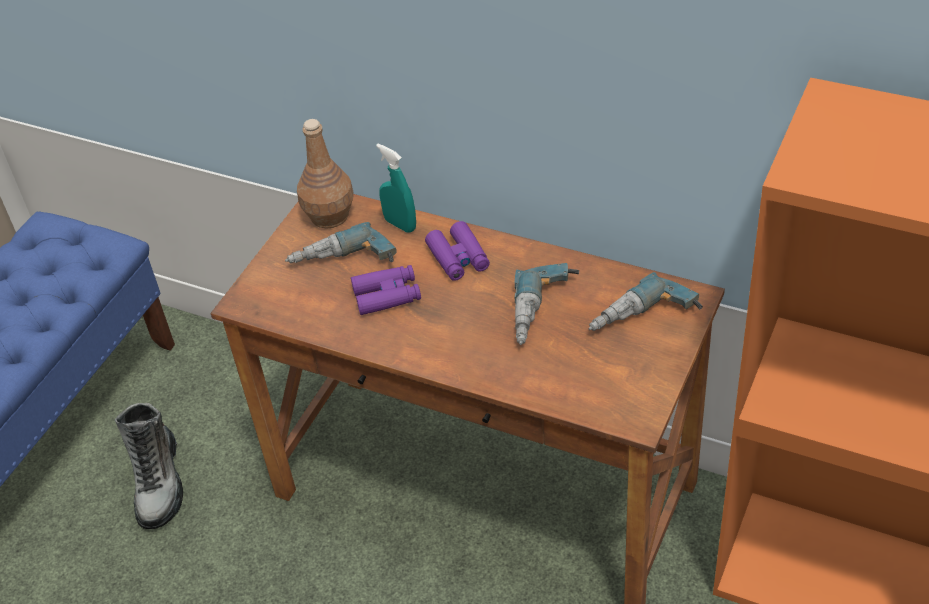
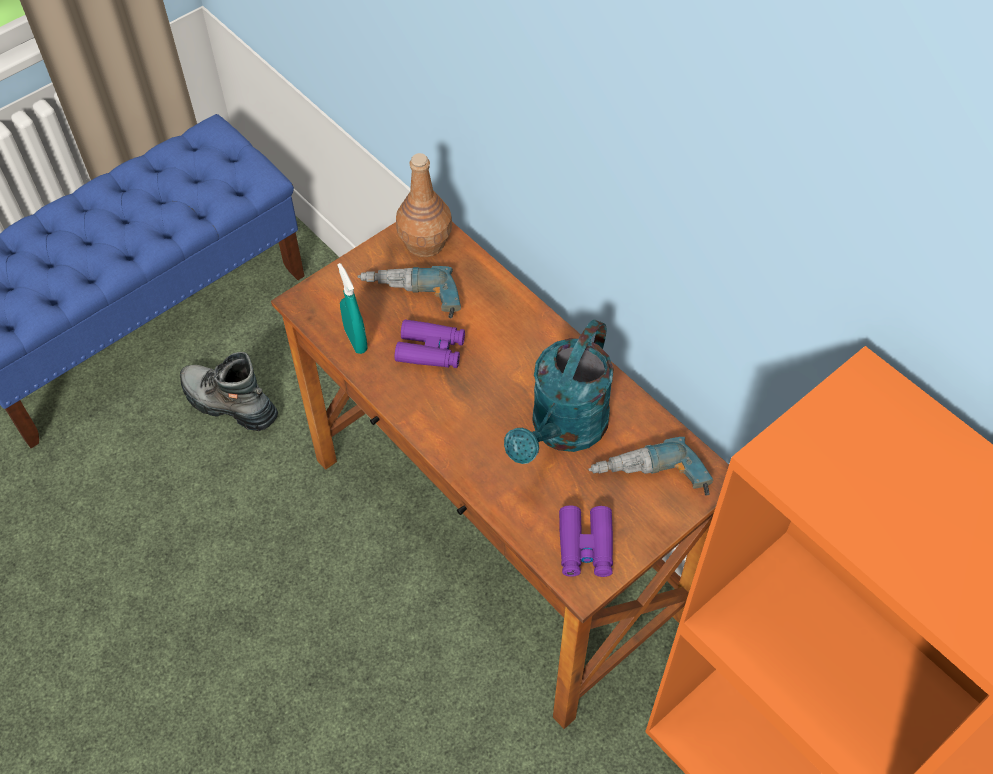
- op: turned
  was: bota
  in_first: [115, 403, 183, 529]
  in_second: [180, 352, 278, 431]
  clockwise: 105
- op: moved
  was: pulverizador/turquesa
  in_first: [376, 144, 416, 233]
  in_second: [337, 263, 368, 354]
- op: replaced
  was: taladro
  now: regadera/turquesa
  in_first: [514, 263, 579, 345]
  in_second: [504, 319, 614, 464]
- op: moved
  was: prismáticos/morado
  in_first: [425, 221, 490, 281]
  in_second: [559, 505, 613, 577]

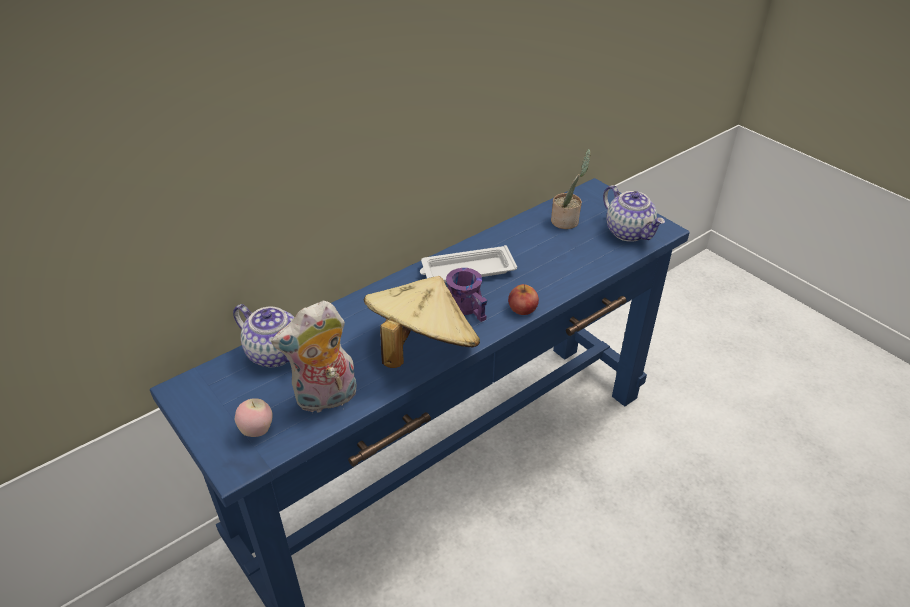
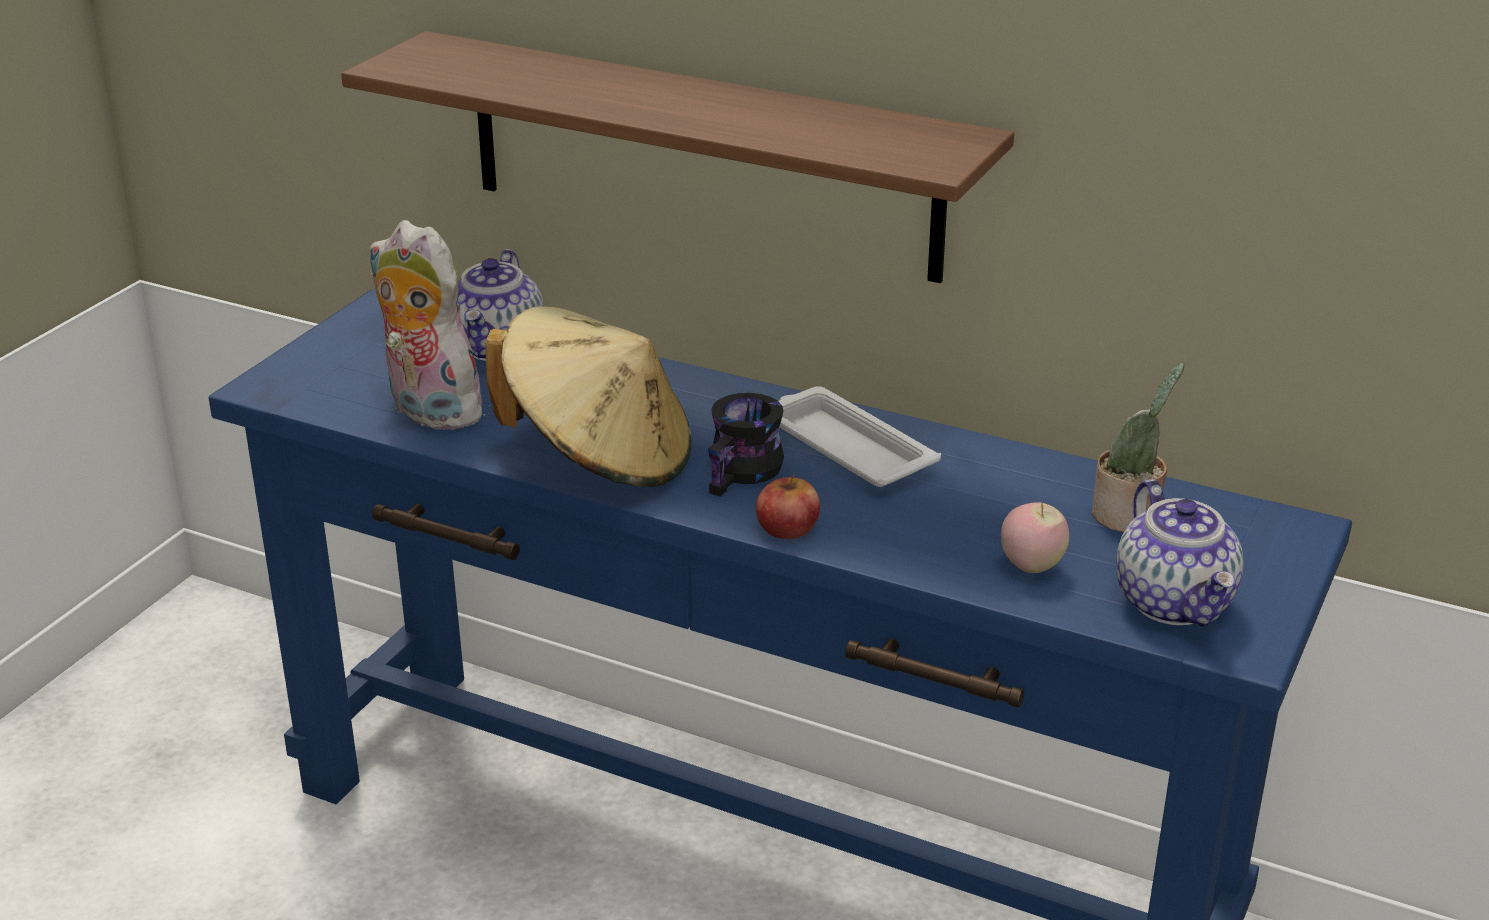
- op: added
  now: estante
  in_second: [341, 31, 1014, 283]
- op: recoloured
  was: taza grande/morado
  now: taza grande/negro
  in_first: [446, 268, 487, 322]
  in_second: [708, 393, 784, 497]
- op: moved
  was: manzana
  in_first: [235, 398, 273, 437]
  in_second: [1001, 502, 1069, 573]
- op: turned
  was: tetera
  in_first: [603, 185, 665, 242]
  in_second: [1116, 479, 1243, 627]
  clockwise: -45

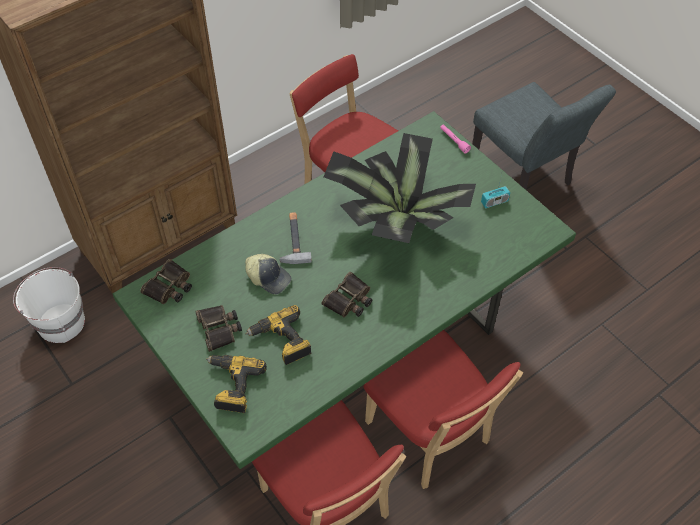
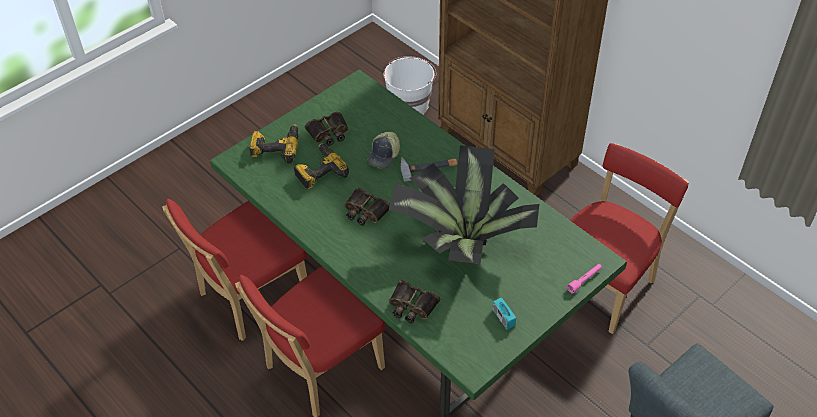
- op: moved
  was: prismáticos
  in_first: [140, 259, 192, 304]
  in_second: [389, 280, 440, 323]

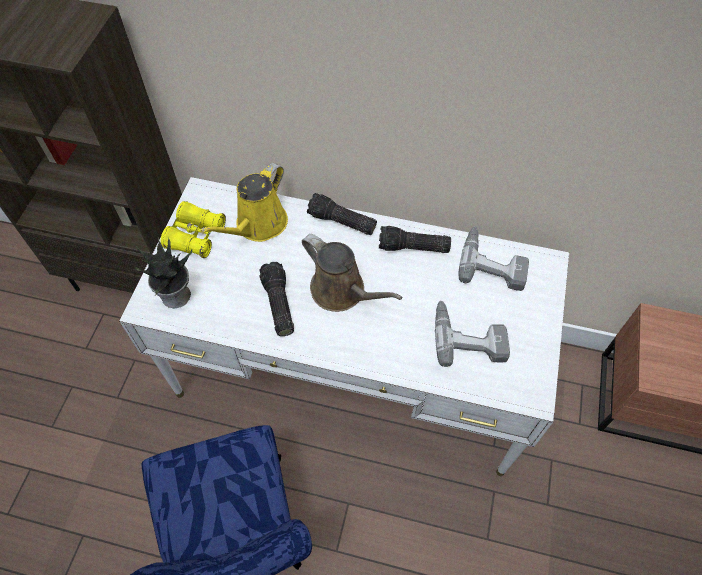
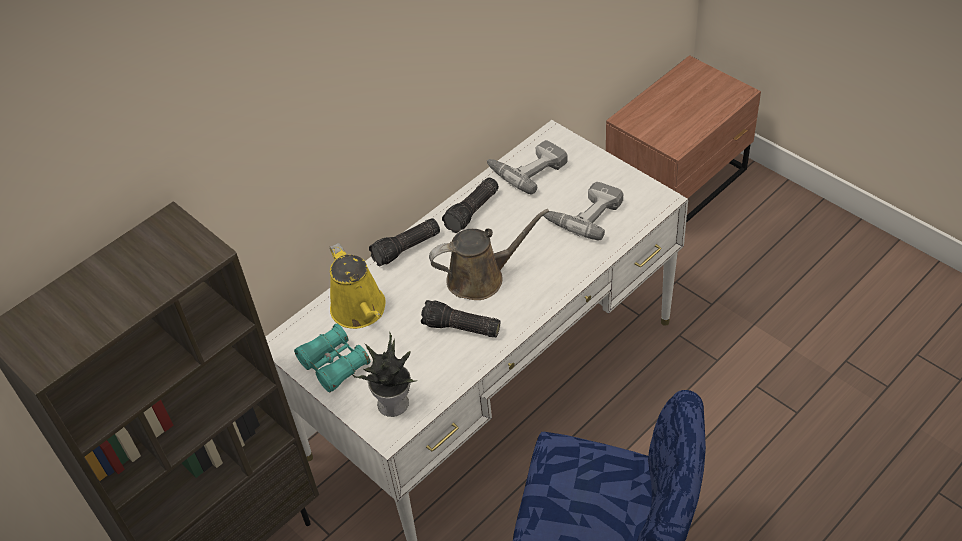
- op: recoloured
  was: prismáticos/amarillo
  now: prismáticos/turquesa
  in_first: [160, 201, 226, 258]
  in_second: [294, 324, 370, 392]

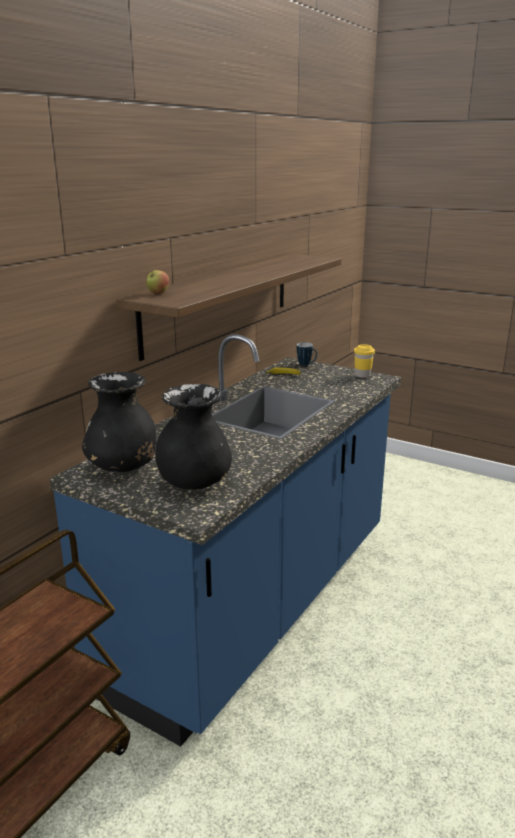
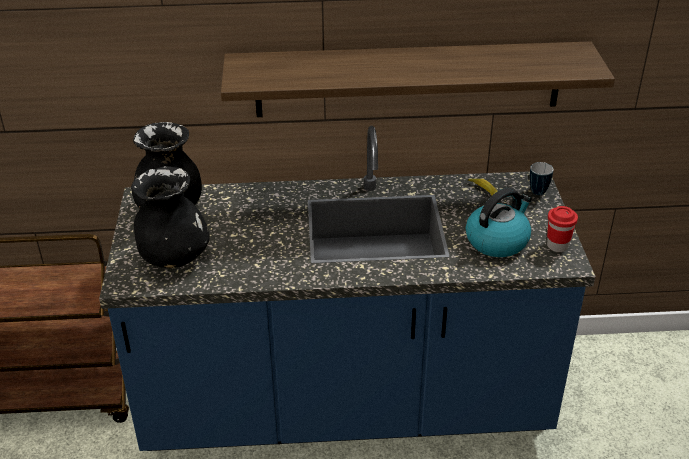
- op: added
  now: hervidor
  in_second: [466, 188, 532, 257]
- op: recoloured
  was: taza/amarillo
  now: taza/rojo
  in_first: [354, 344, 375, 378]
  in_second: [547, 206, 578, 252]
- op: removed
  was: manzana
  in_first: [146, 270, 169, 294]

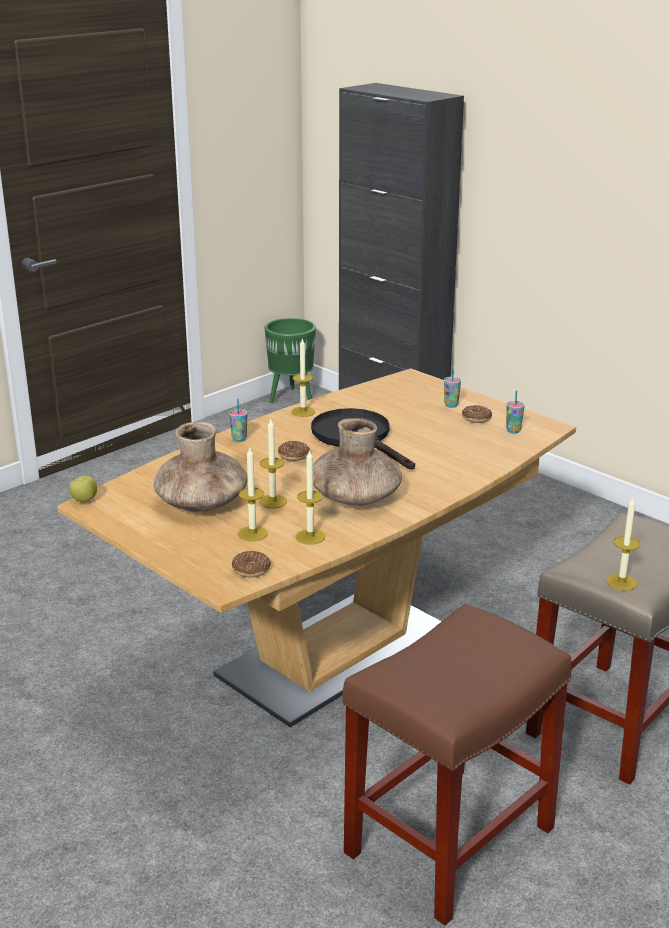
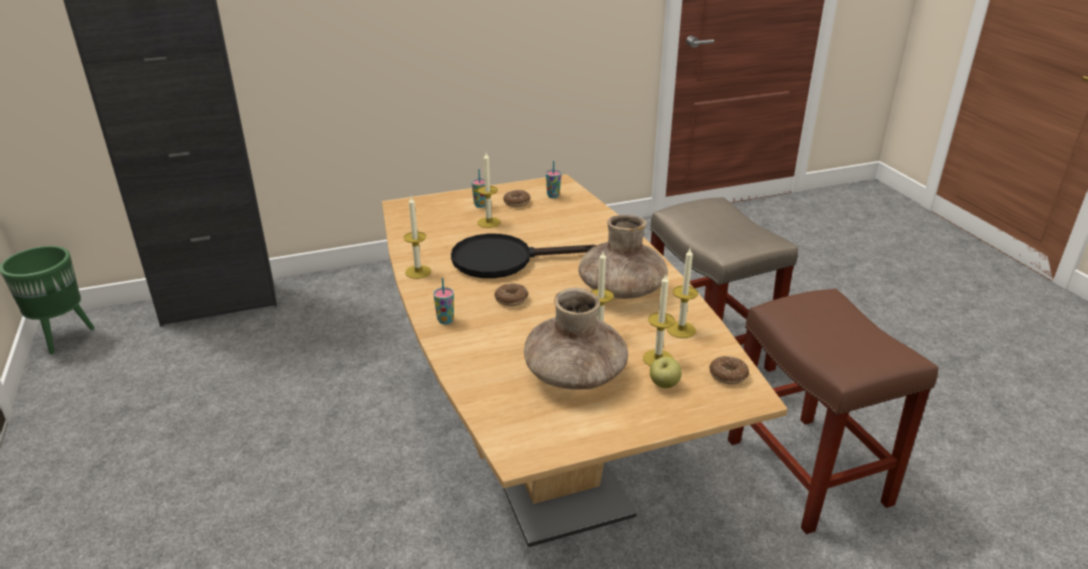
- op: moved
  was: vela
  in_first: [607, 498, 640, 591]
  in_second: [477, 153, 500, 228]
- op: moved
  was: manzana
  in_first: [69, 476, 97, 502]
  in_second: [650, 357, 682, 388]

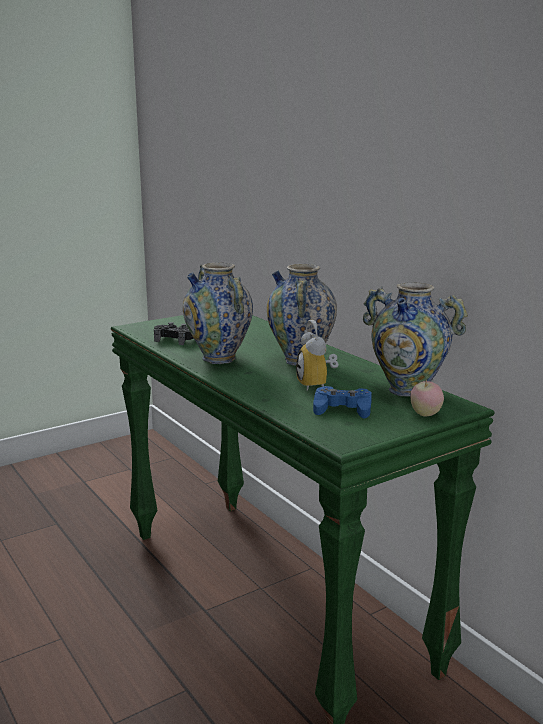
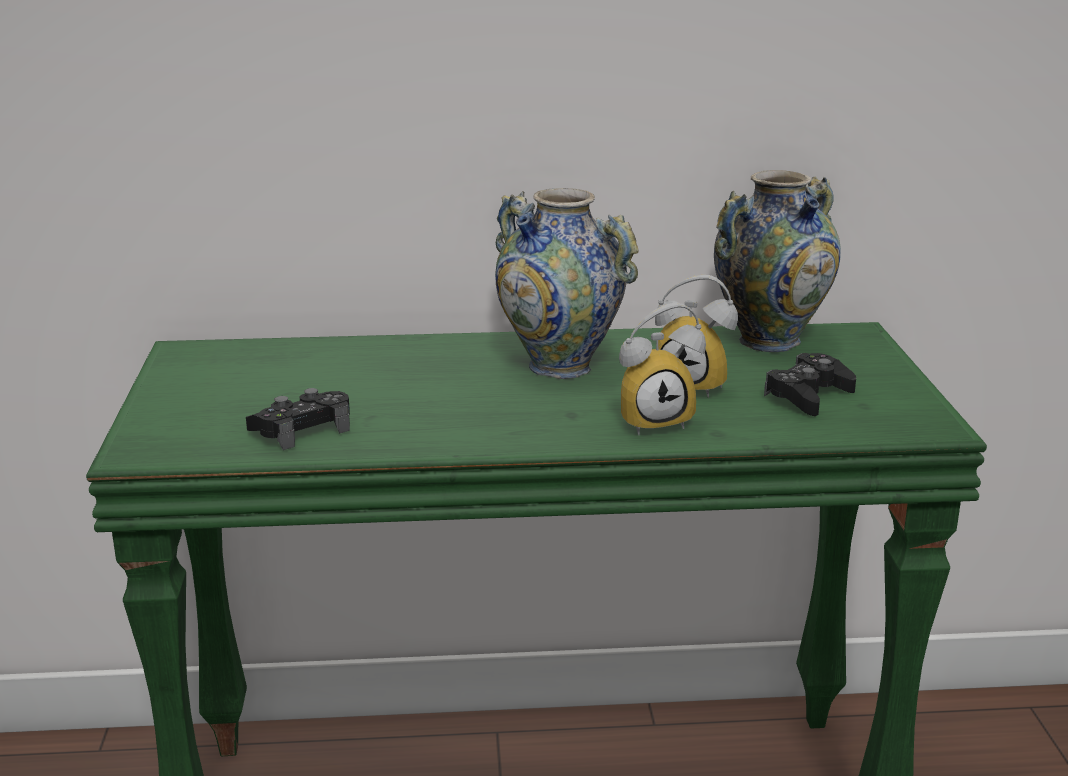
- op: added
  now: despertador
  in_second: [619, 303, 706, 435]
- op: recoloured
  was: mando de consola/azul
  now: mando de consola/negro
  in_first: [313, 386, 372, 419]
  in_second: [764, 353, 856, 416]
- op: removed
  was: florero
  in_first: [183, 263, 253, 364]
- op: removed
  was: manzana
  in_first: [410, 379, 444, 416]

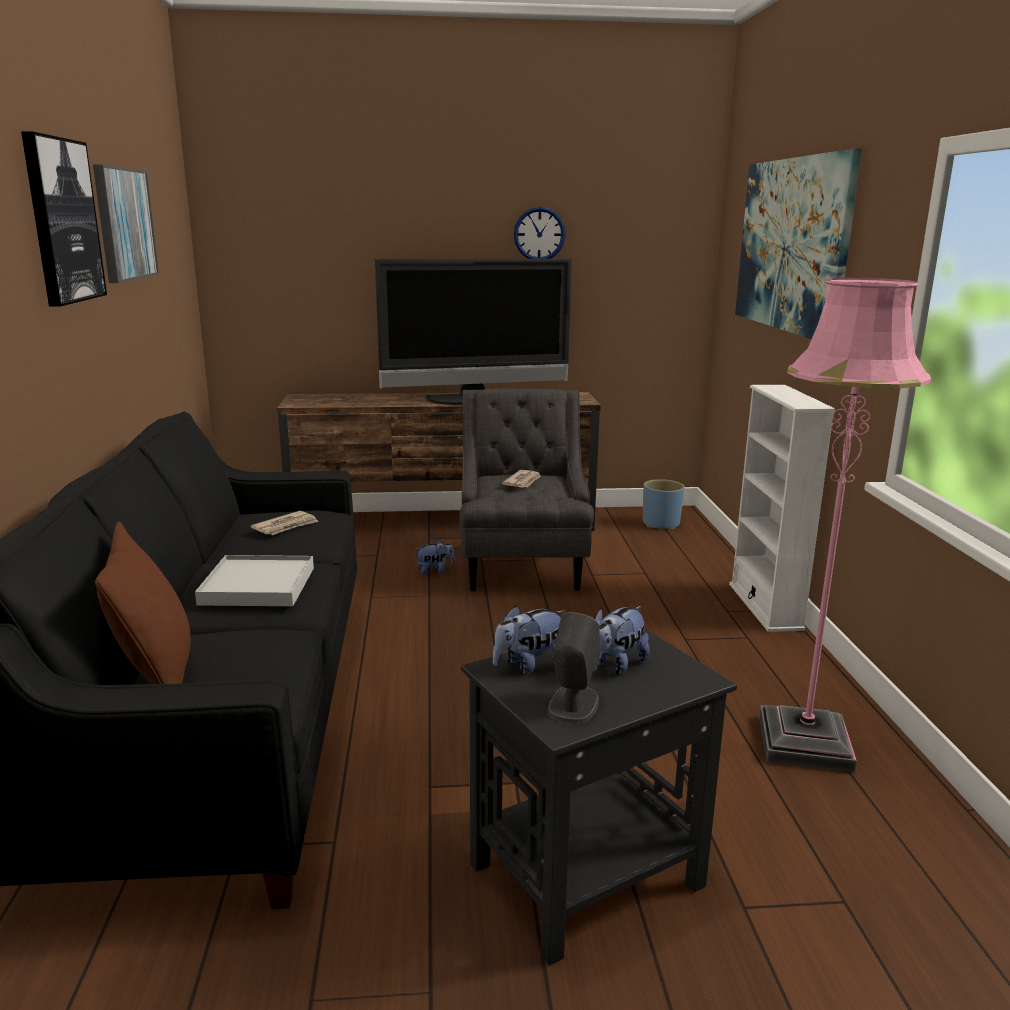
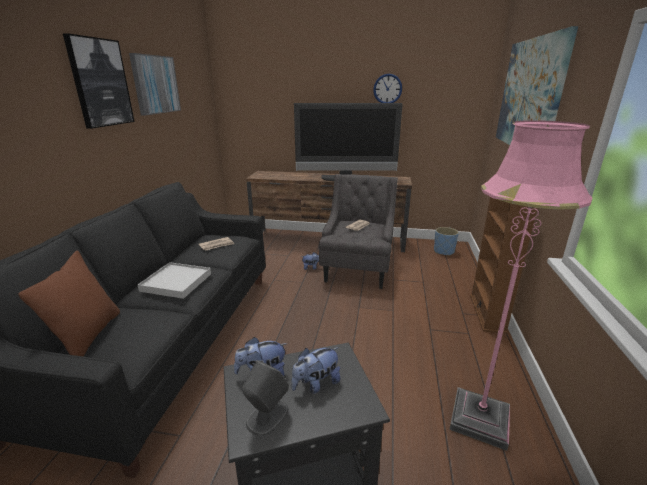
- op: recoloured
  was: estantería/blanco
  now: estantería/marrón
  in_first: [729, 385, 835, 632]
  in_second: [470, 197, 537, 334]

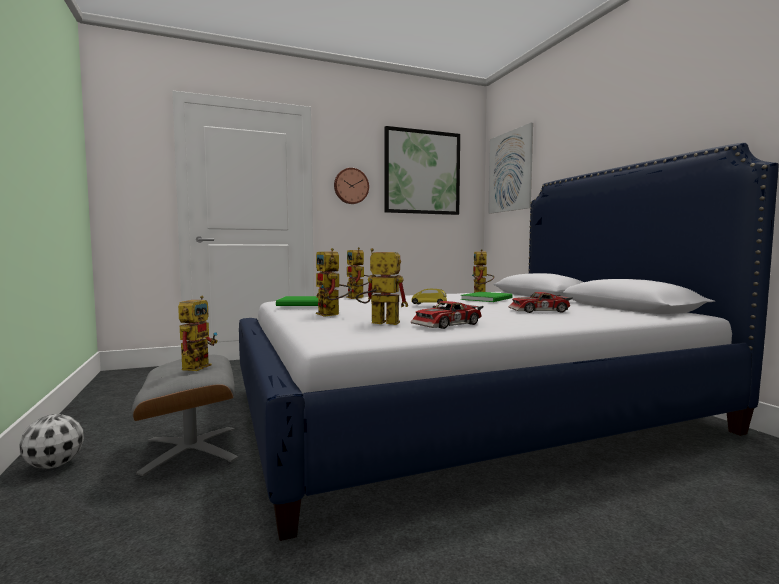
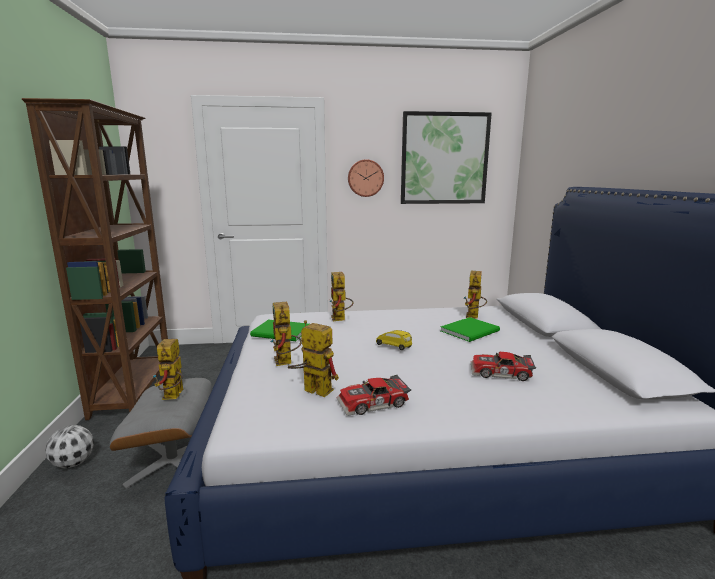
- op: added
  now: estantería/marrón
  in_second: [22, 98, 168, 420]
- op: turned
  was: robot de juguete
  in_first: [178, 296, 218, 371]
  in_second: [153, 339, 183, 400]
  clockwise: 150
- op: removed
  was: cuadro
  in_first: [488, 123, 533, 214]

